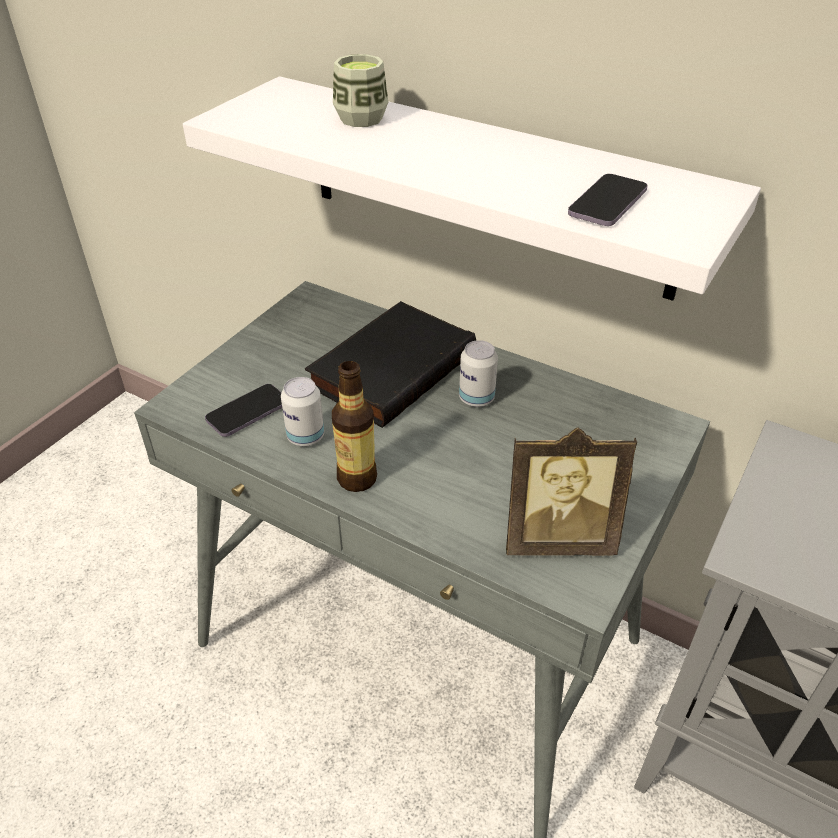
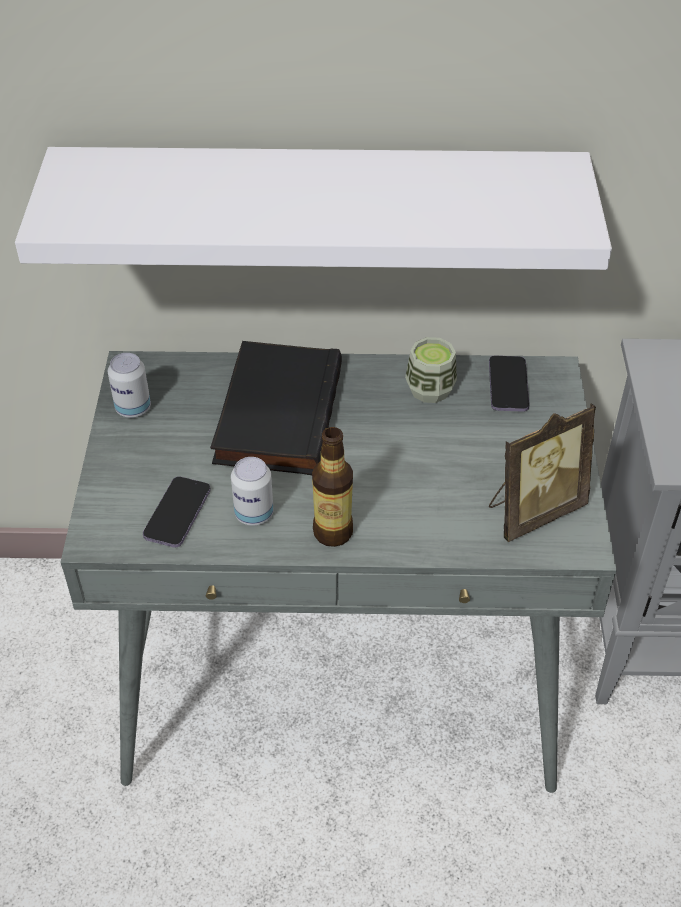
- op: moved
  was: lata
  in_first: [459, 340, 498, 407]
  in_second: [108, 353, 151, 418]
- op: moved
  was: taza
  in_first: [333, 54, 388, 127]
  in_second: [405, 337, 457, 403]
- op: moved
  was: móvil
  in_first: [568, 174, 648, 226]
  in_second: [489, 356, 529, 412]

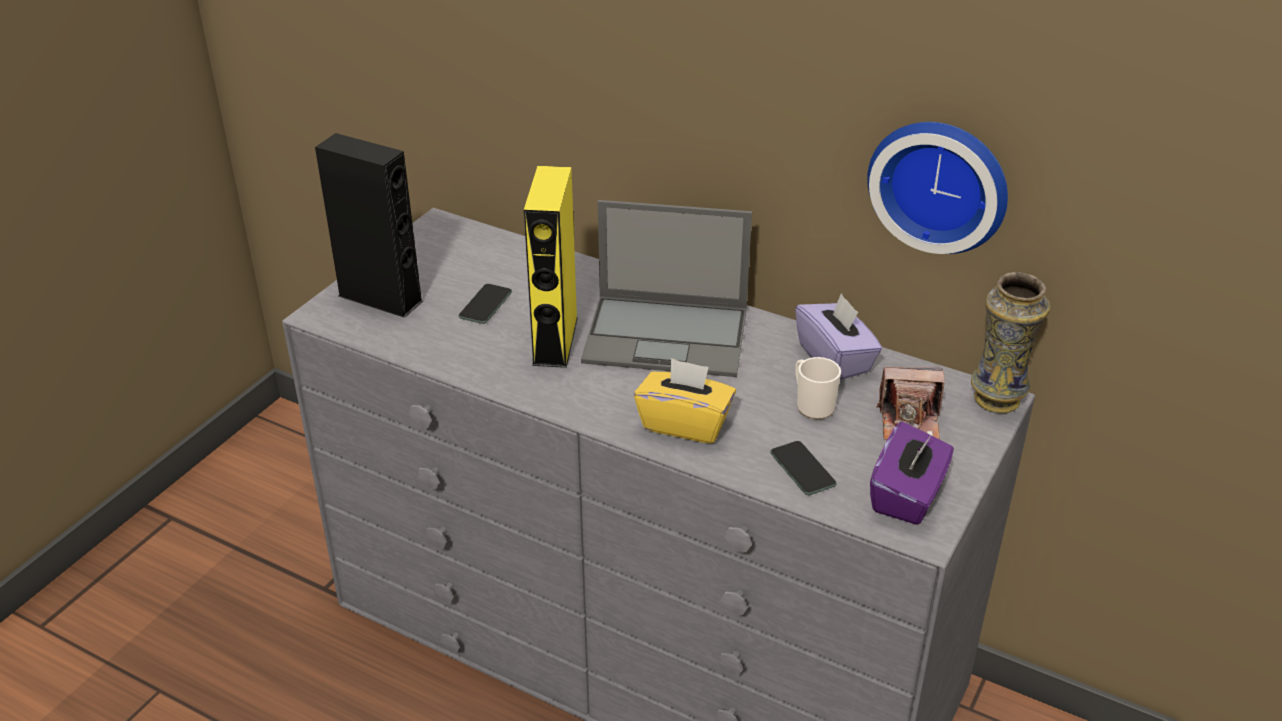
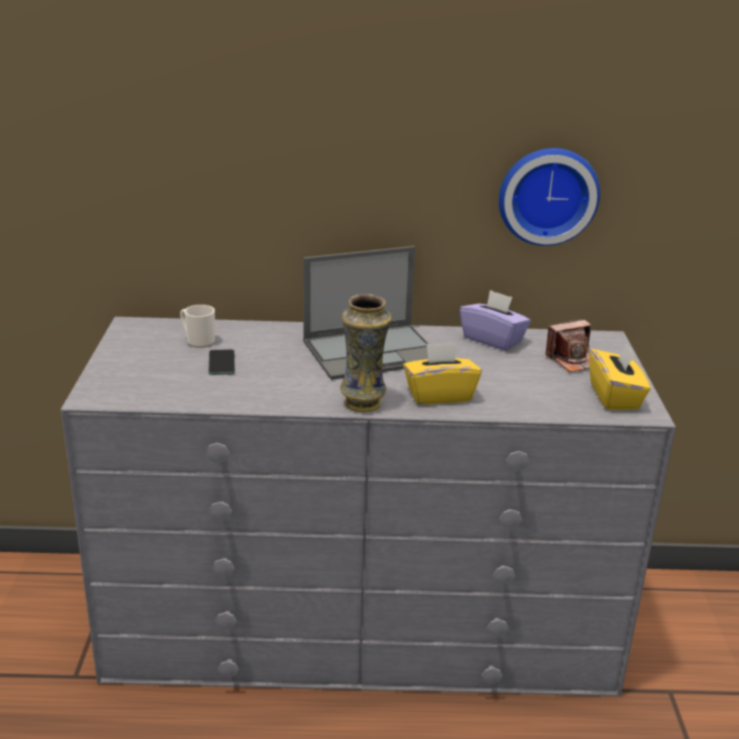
- op: moved
  was: taza grande
  in_first: [795, 357, 841, 420]
  in_second: [180, 305, 215, 348]
- op: moved
  was: florero
  in_first: [971, 272, 1050, 413]
  in_second: [340, 294, 392, 412]
- op: recoloured
  was: caja de pañuelos/morado
  now: caja de pañuelos/amarillo
  in_first: [870, 421, 954, 525]
  in_second: [590, 343, 651, 410]
- op: removed
  was: altavoz/negro
  in_first: [315, 133, 423, 318]
- op: removed
  was: altavoz/amarillo
  in_first: [524, 166, 578, 368]
- op: removed
  was: móvil
  in_first: [770, 441, 837, 495]

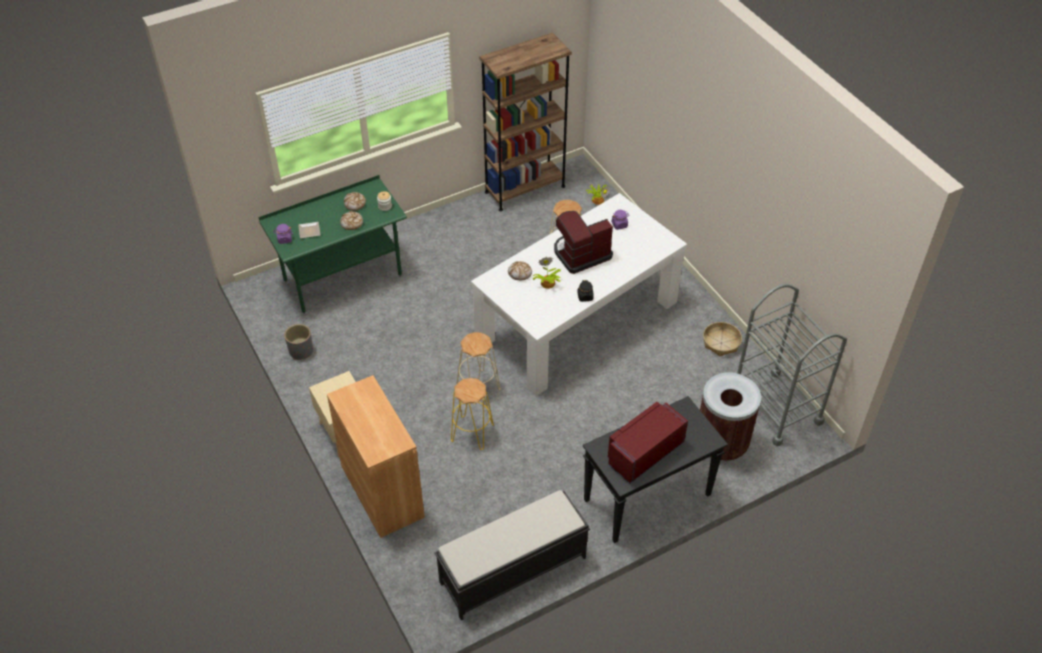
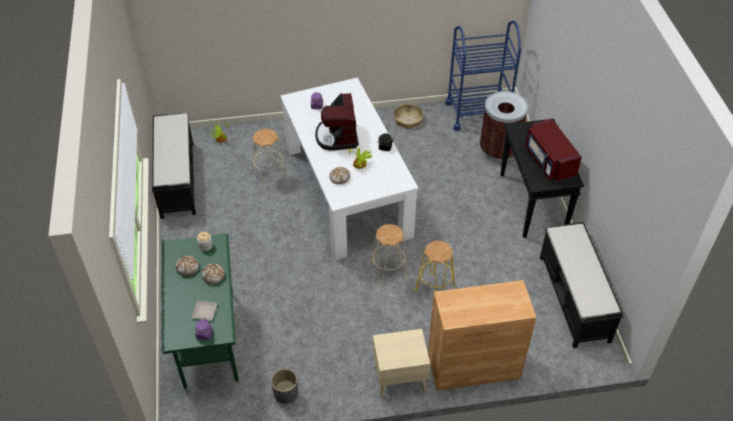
- op: replaced
  was: estantería/marrón
  now: banco/negro
  in_first: [479, 33, 572, 211]
  in_second: [152, 113, 196, 219]
- op: recoloured
  was: carrito/gris
  now: carrito/azul
  in_first: [737, 284, 847, 446]
  in_second: [445, 20, 521, 131]

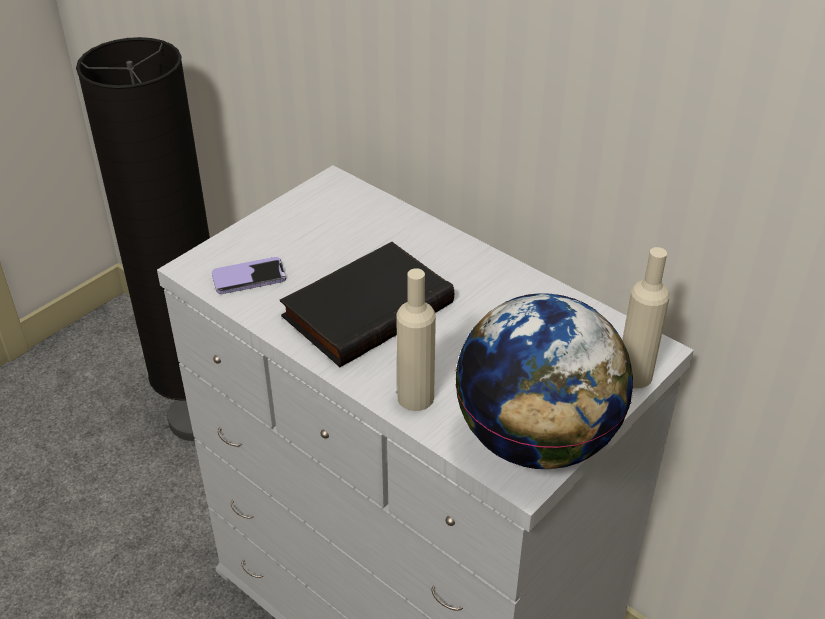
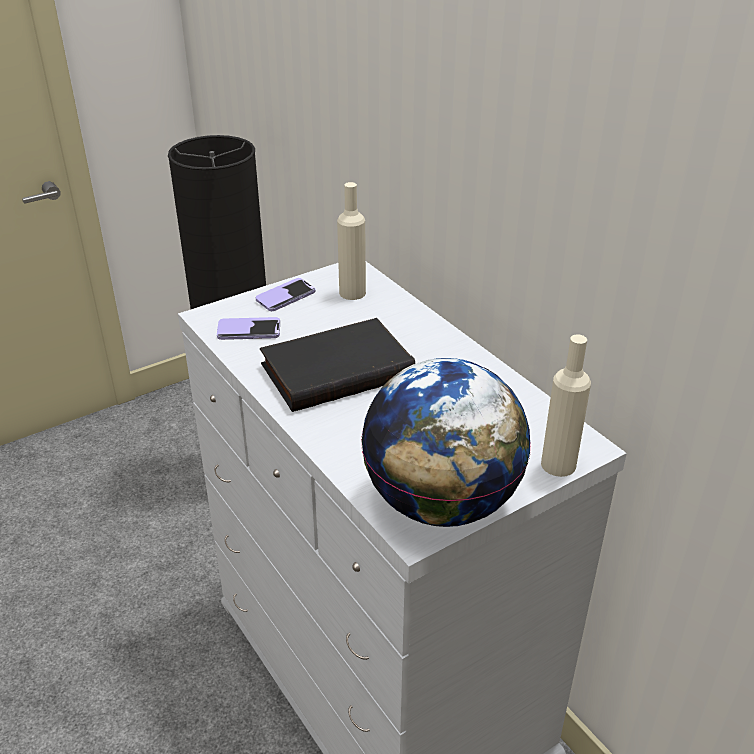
- op: added
  now: móvil
  in_second: [256, 278, 315, 311]
- op: moved
  was: botella/beis
  in_first: [396, 268, 436, 411]
  in_second: [337, 182, 366, 300]

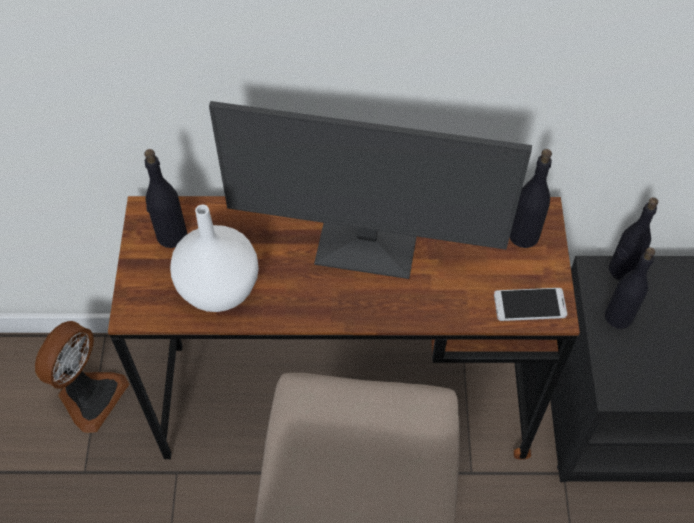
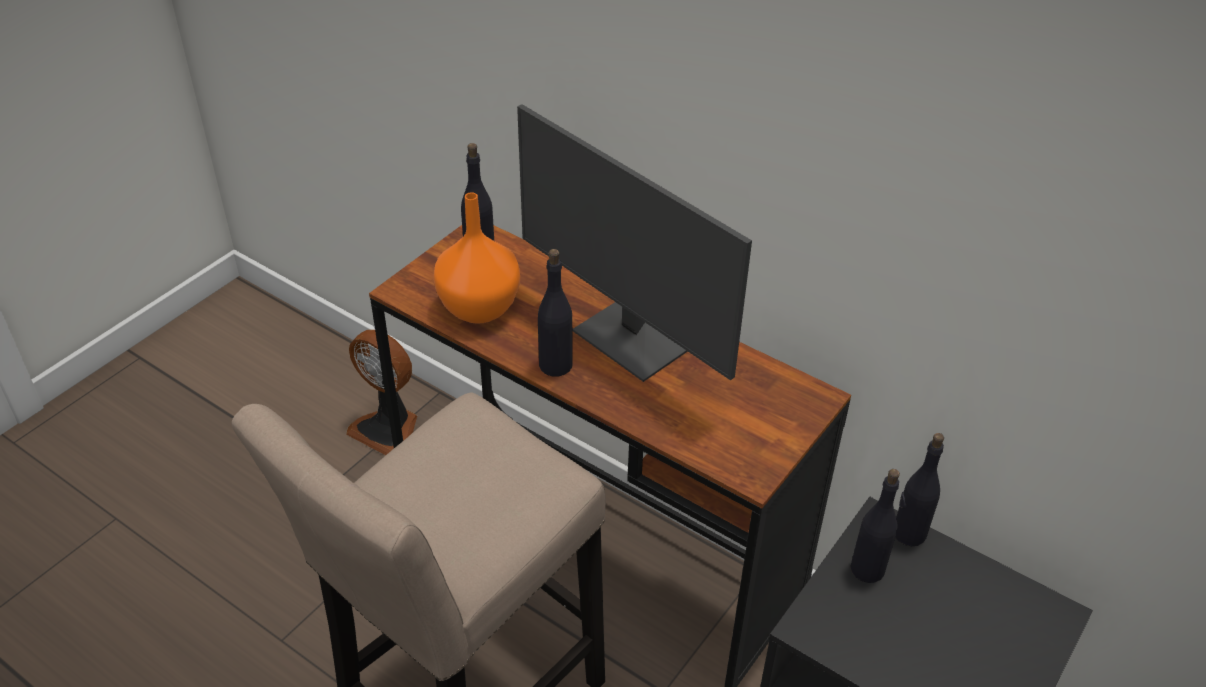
- op: turned
  was: ventilador
  in_first: [35, 321, 129, 433]
  in_second: [346, 330, 417, 455]
  clockwise: 60
- op: recoloured
  was: florero/blanco
  now: florero/naranja
  in_first: [170, 205, 259, 312]
  in_second: [434, 193, 520, 324]
- op: moved
  was: botella/negro
  in_first: [510, 149, 552, 248]
  in_second: [538, 249, 573, 376]
- op: removed
  was: móvil
  in_first: [494, 288, 567, 321]

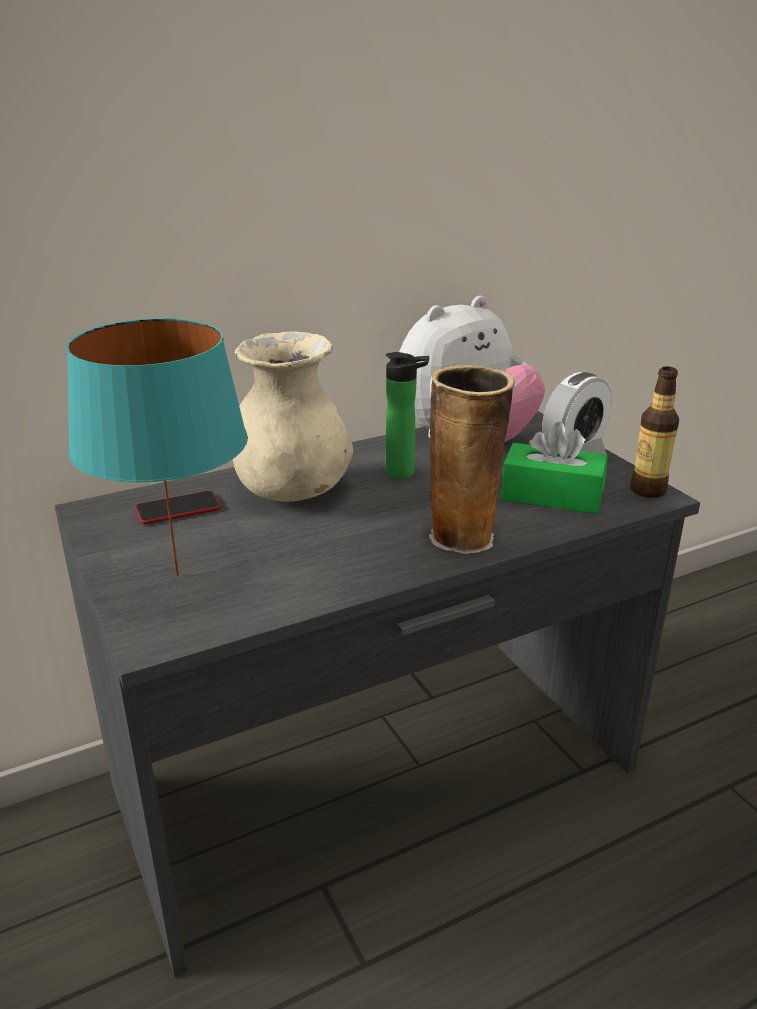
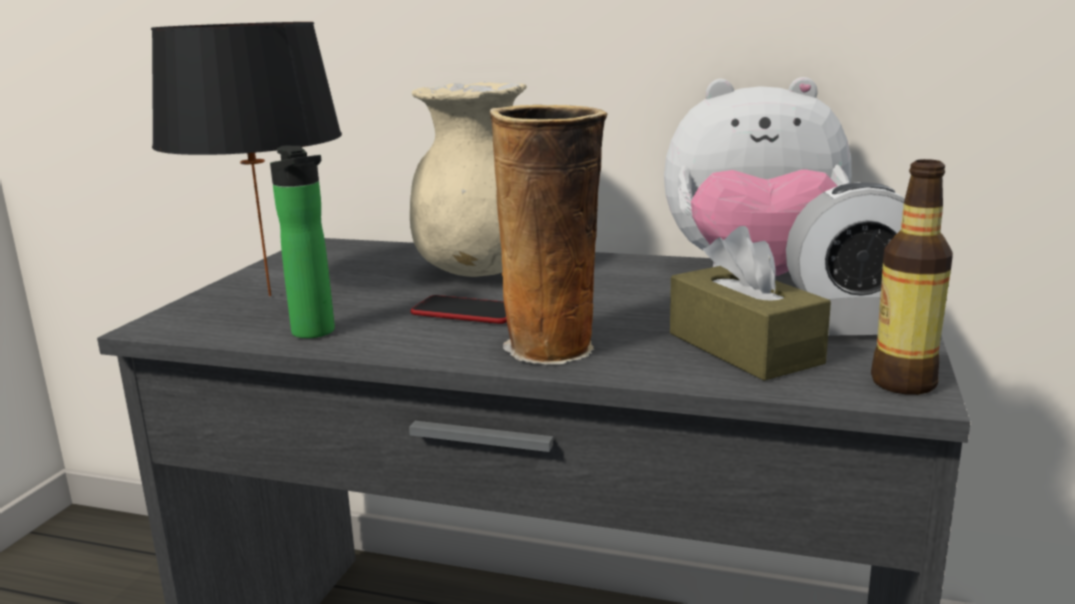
- op: recoloured
  was: lámpara de mesa/turquesa
  now: lámpara de mesa/negro
  in_first: [67, 318, 248, 576]
  in_second: [151, 22, 342, 296]
- op: moved
  was: botella
  in_first: [385, 352, 429, 479]
  in_second: [270, 146, 335, 338]
- op: moved
  was: móvil
  in_first: [135, 491, 221, 524]
  in_second: [411, 295, 507, 324]
- op: recoloured
  was: caja de pañuelos/verde
  now: caja de pañuelos/marrón
  in_first: [501, 422, 608, 514]
  in_second: [670, 226, 831, 381]

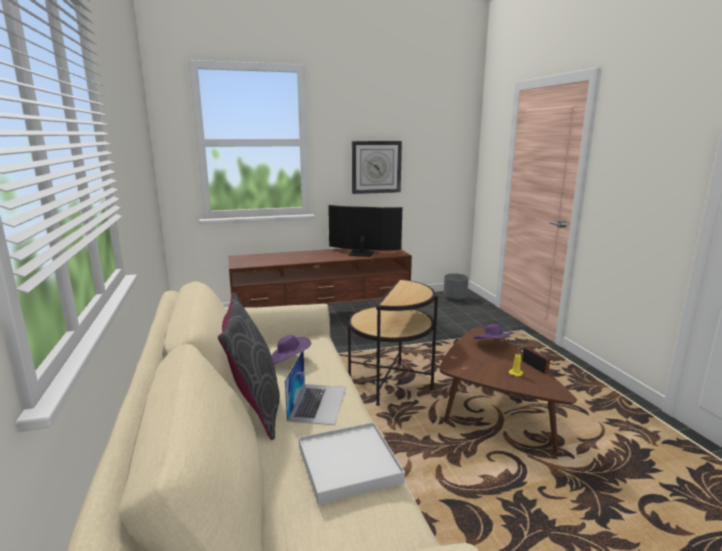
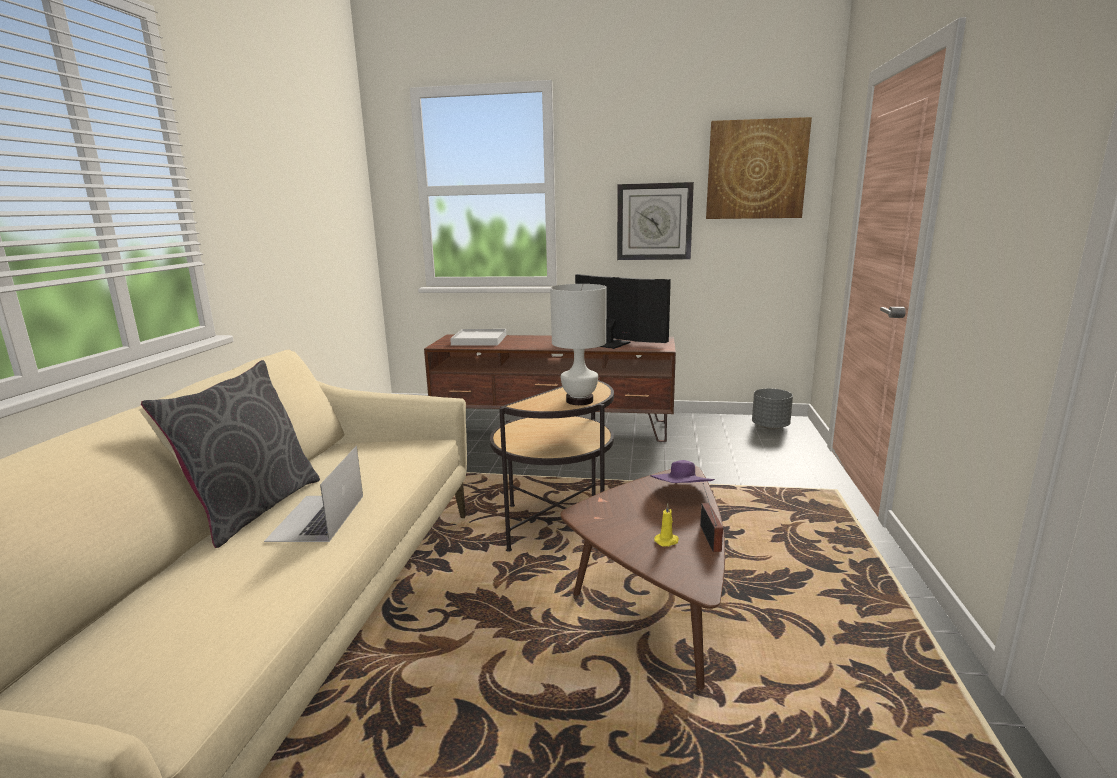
- op: turned
  was: portátil
  in_first: [285, 349, 346, 425]
  in_second: [264, 446, 363, 542]
  clockwise: 150
- op: moved
  was: bandeja/blanco
  in_first: [299, 422, 405, 505]
  in_second: [450, 329, 506, 346]
- op: added
  now: lámpara de mesa/blanco
  in_second: [550, 284, 607, 405]
- op: added
  now: cuadro
  in_second: [706, 117, 812, 219]
- op: removed
  was: sombrero/morado
  in_first: [271, 335, 311, 364]

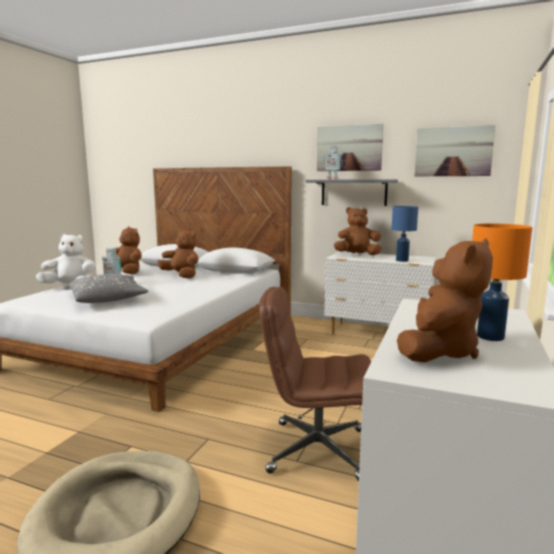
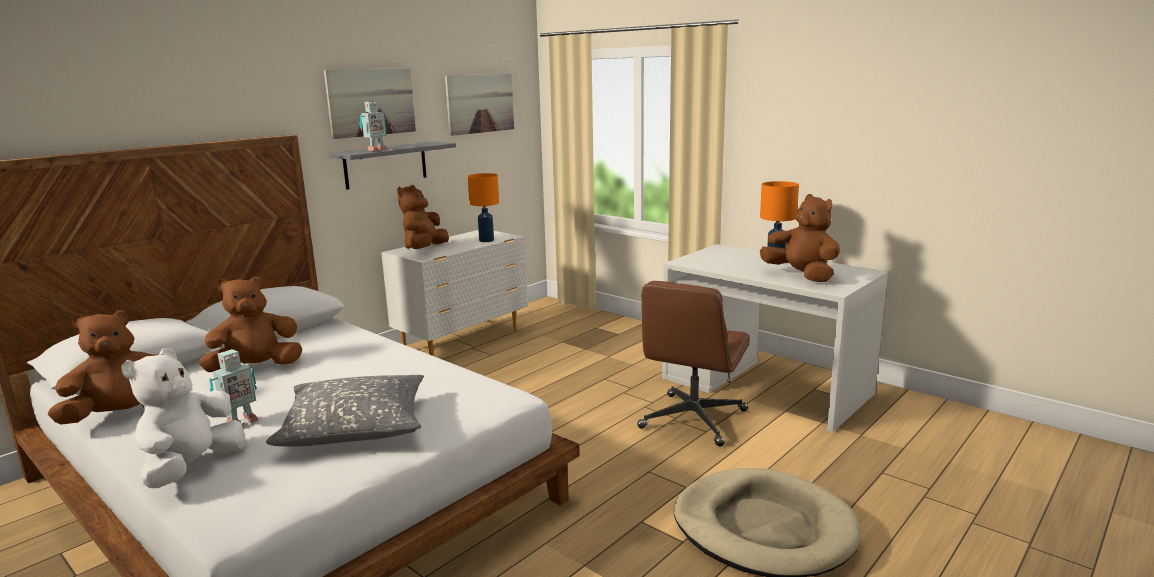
- op: recoloured
  was: lámpara de mesa/azul
  now: lámpara de mesa/naranja
  in_first: [392, 206, 418, 262]
  in_second: [467, 173, 499, 242]

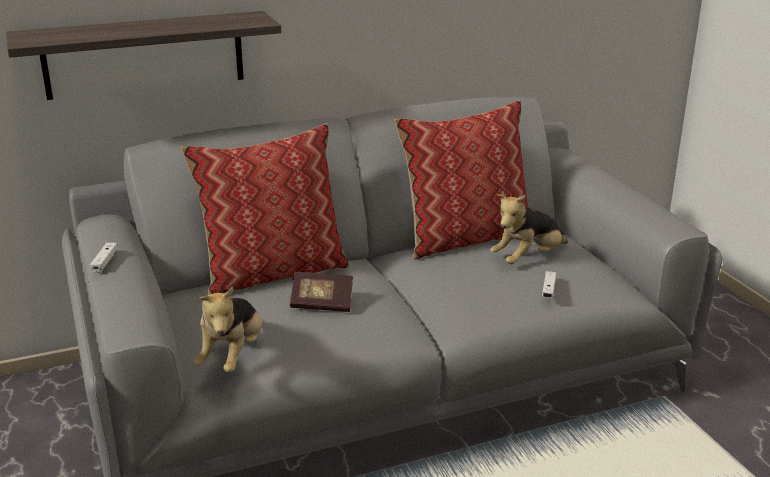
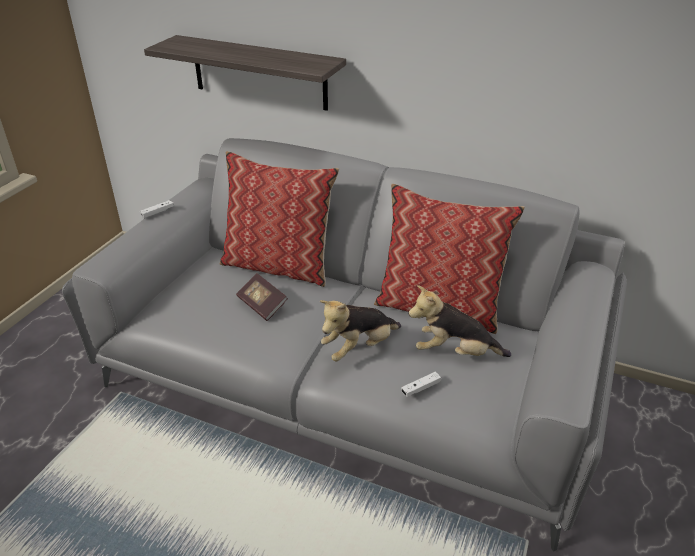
- op: moved
  was: peluche
  in_first: [193, 287, 262, 373]
  in_second: [320, 300, 401, 361]

